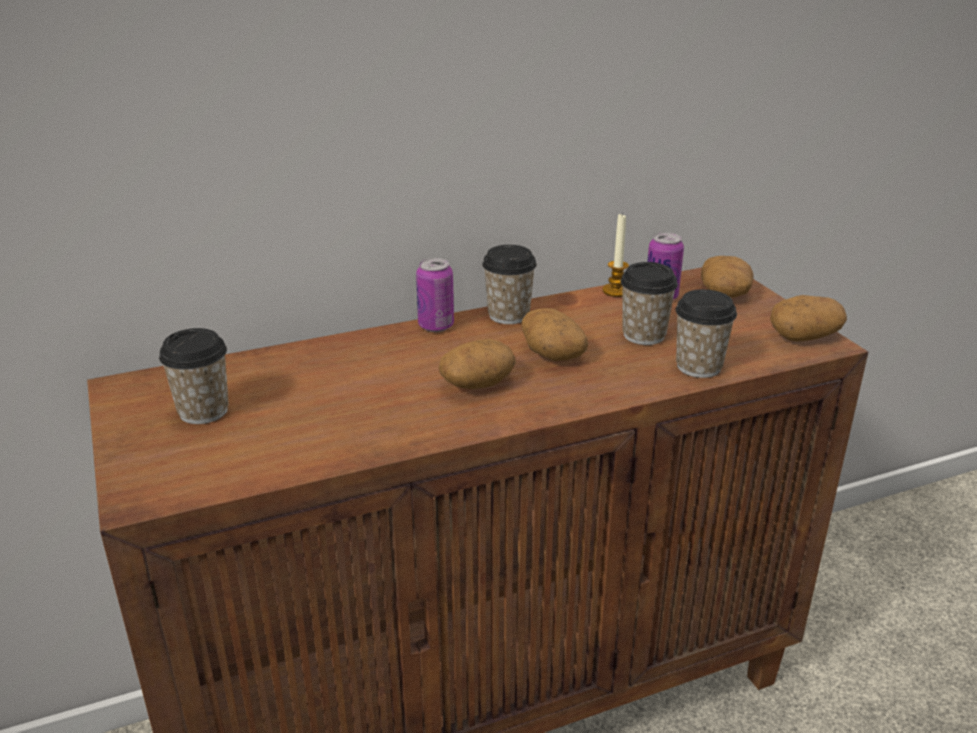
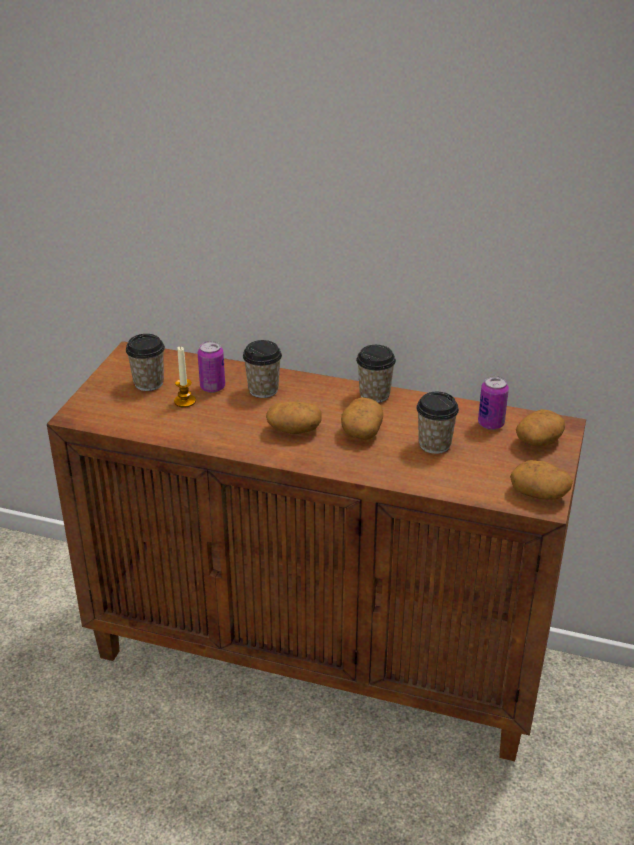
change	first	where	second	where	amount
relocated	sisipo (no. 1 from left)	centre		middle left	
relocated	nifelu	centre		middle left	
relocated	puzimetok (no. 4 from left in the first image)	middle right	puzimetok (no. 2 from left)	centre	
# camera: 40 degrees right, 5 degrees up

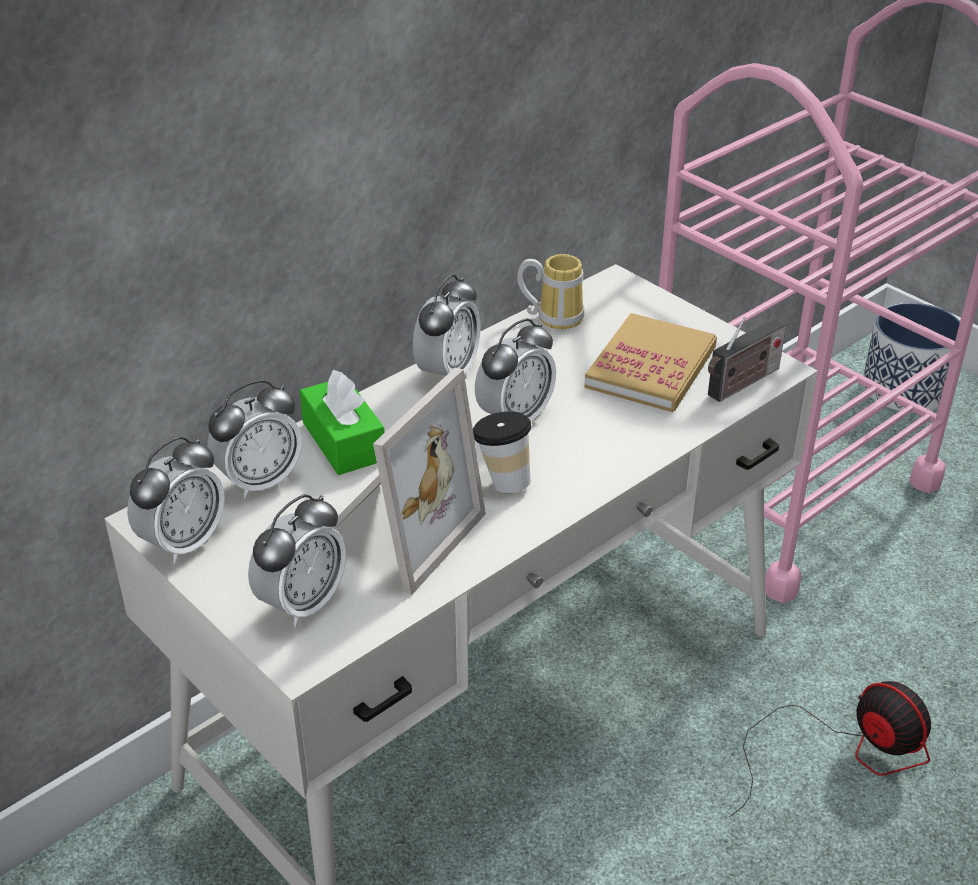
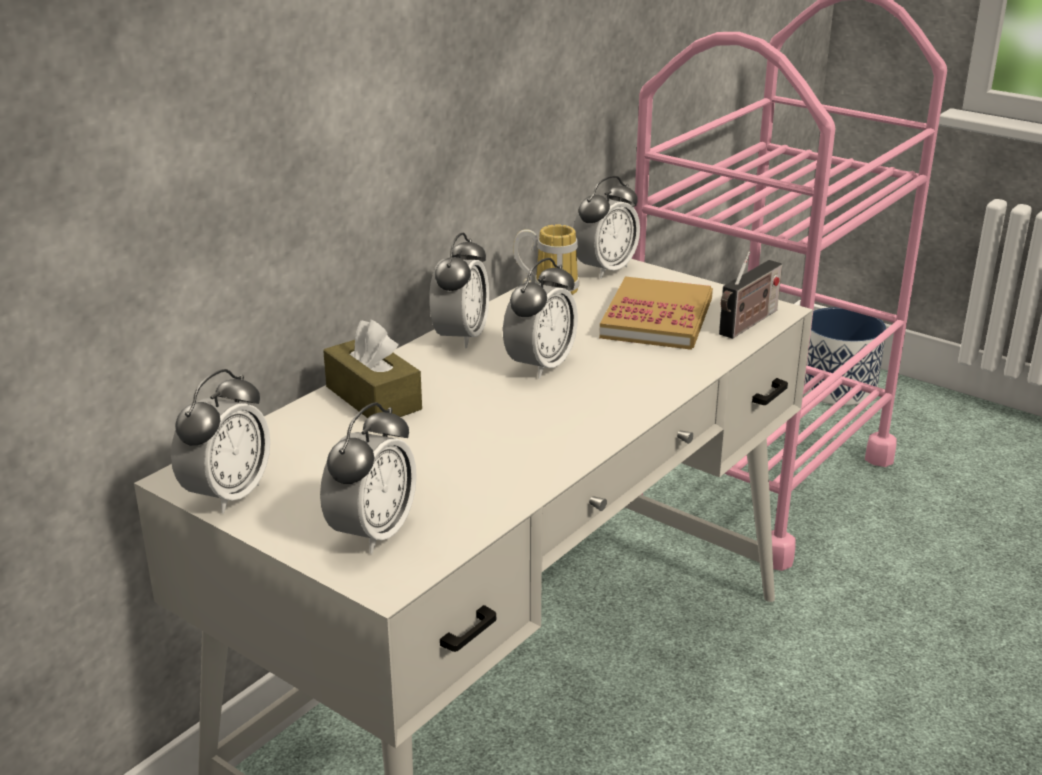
change	first	where	second	where	amount
relocated	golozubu (no. 2 from left in the first image)	middle left	golozubu (no. 5 from left)	top centre	
colour	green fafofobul	centre	brown fafofobul	centre	
missing	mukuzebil	centre			
missing	puzimetok	centre			
missing	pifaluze	bottom right			
# camera: 10 degrees left, 10 degrees down

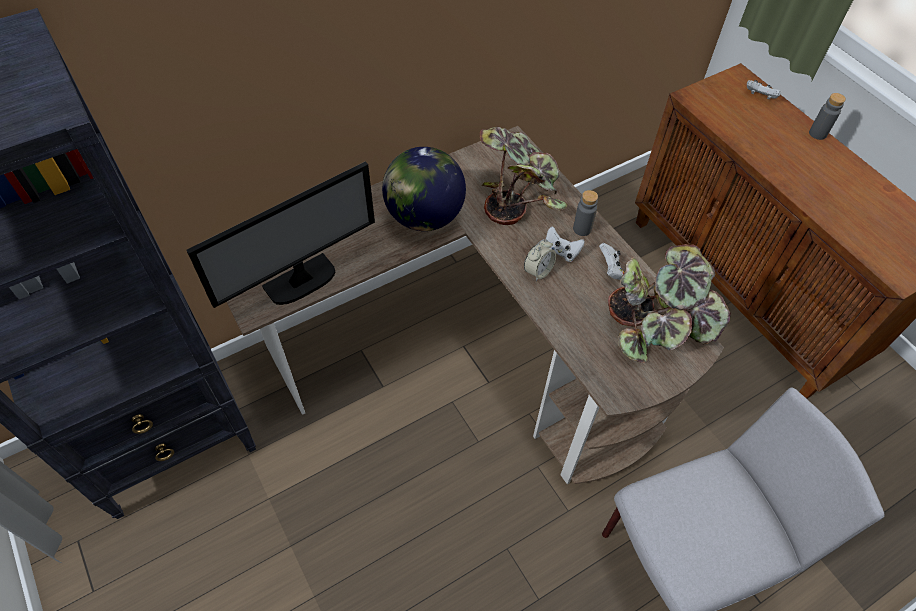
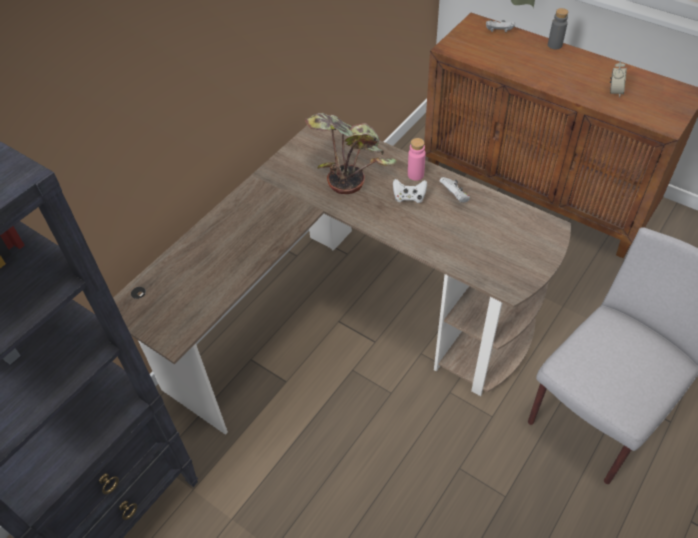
change	first	where	second	where	amount
missing	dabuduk	middle left			
missing	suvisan	top centre			
relocated	golozubu	centre		top right	
colour	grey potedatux (no. 1 from left)	centre	pink potedatux	top centre	
missing	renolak (no. 2 from left)	middle right			
# camera: 20 degrees left, 5 degrees down

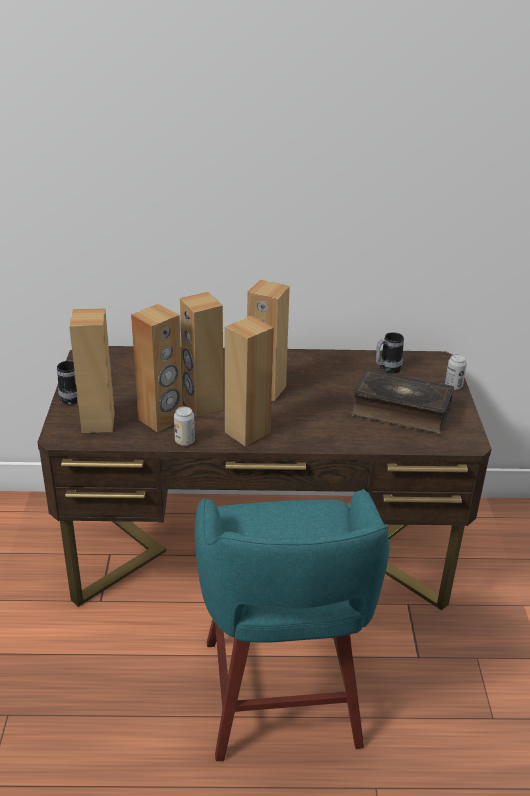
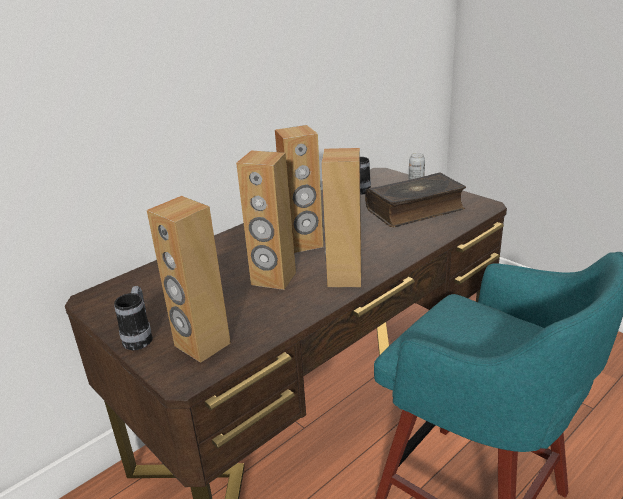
change	first	where	second	where	amount
missing	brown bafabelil (no. 2 from left)	middle left			
missing	sisipo (no. 1 from left)	centre			
# camera: 40 degrees left, 5 degrees down

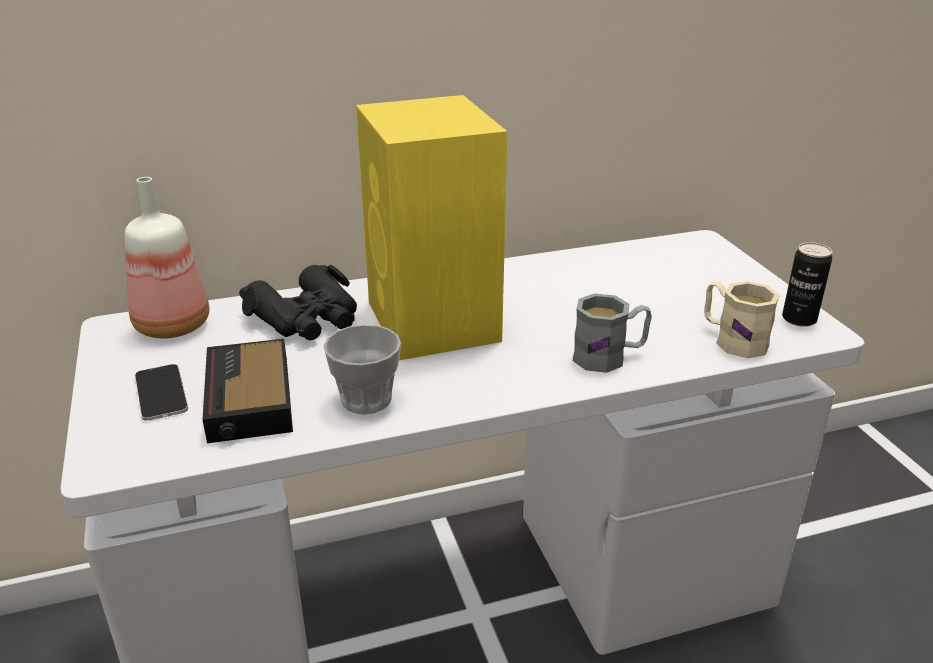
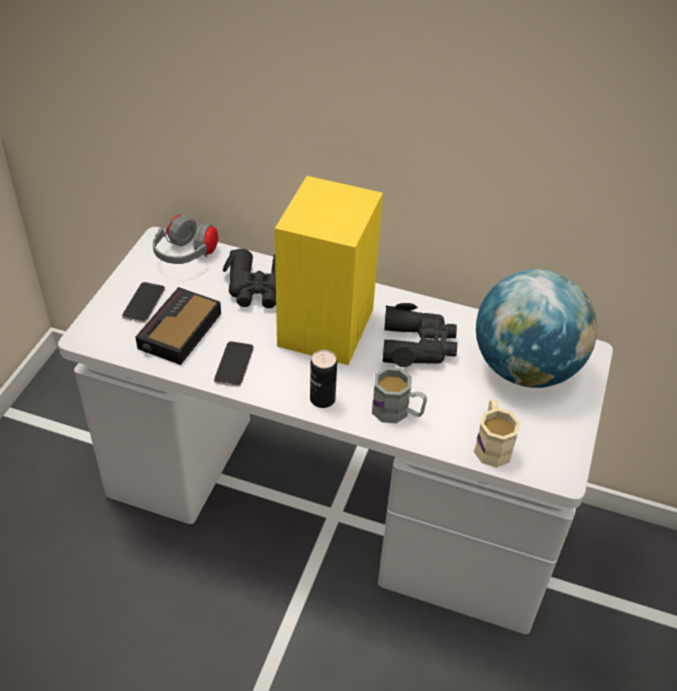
change	first	where	second	where	amount
exchanged	potedatux	middle left	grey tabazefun	middle left	
exchanged	puzimetok	centre	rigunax (no. 2 from left)	centre	
relocated	sisipo	middle right		centre	
appeared			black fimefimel (no. 2 from left)	centre	
appeared			suvisan	middle right	
# camera: 35 degrees right, 15 degrees up

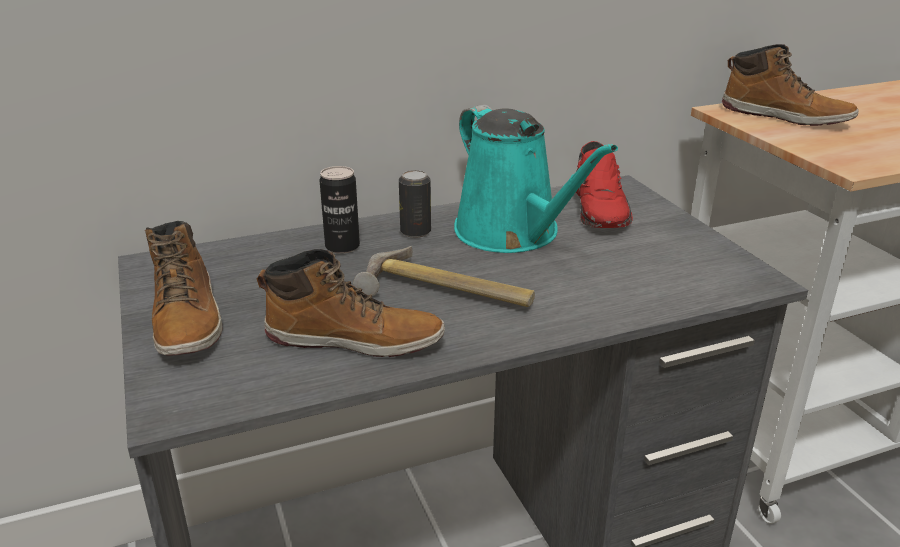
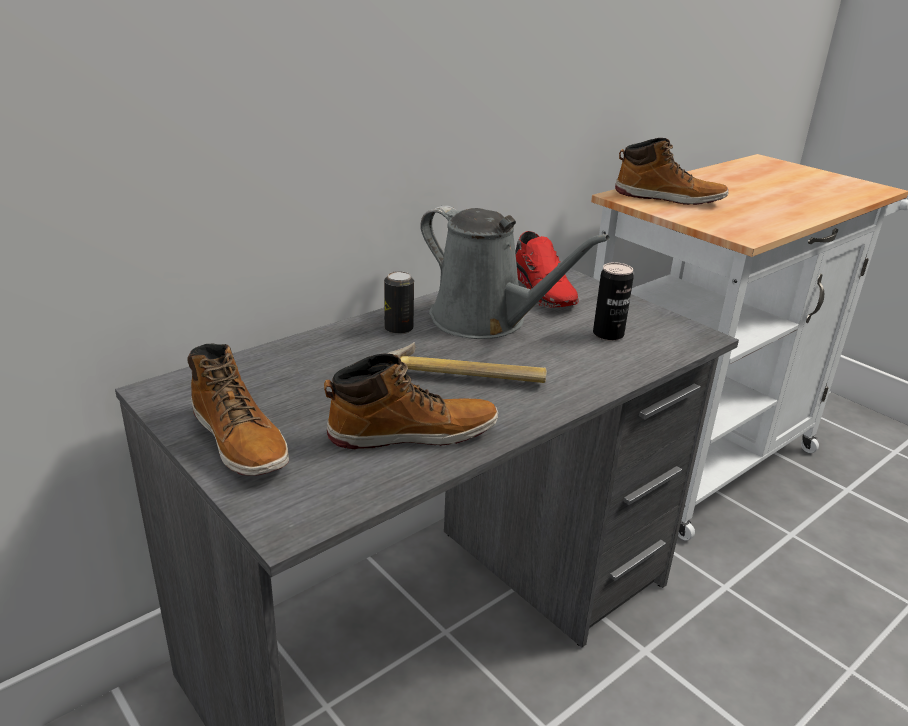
change	first	where	second	where	amount
relocated	sisipo (no. 1 from left in the first image)	centre	sisipo (no. 2 from left)	middle right	
colour	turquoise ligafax	top centre	grey ligafax	centre	
# camera: 20 degrees left, 0 degrees up

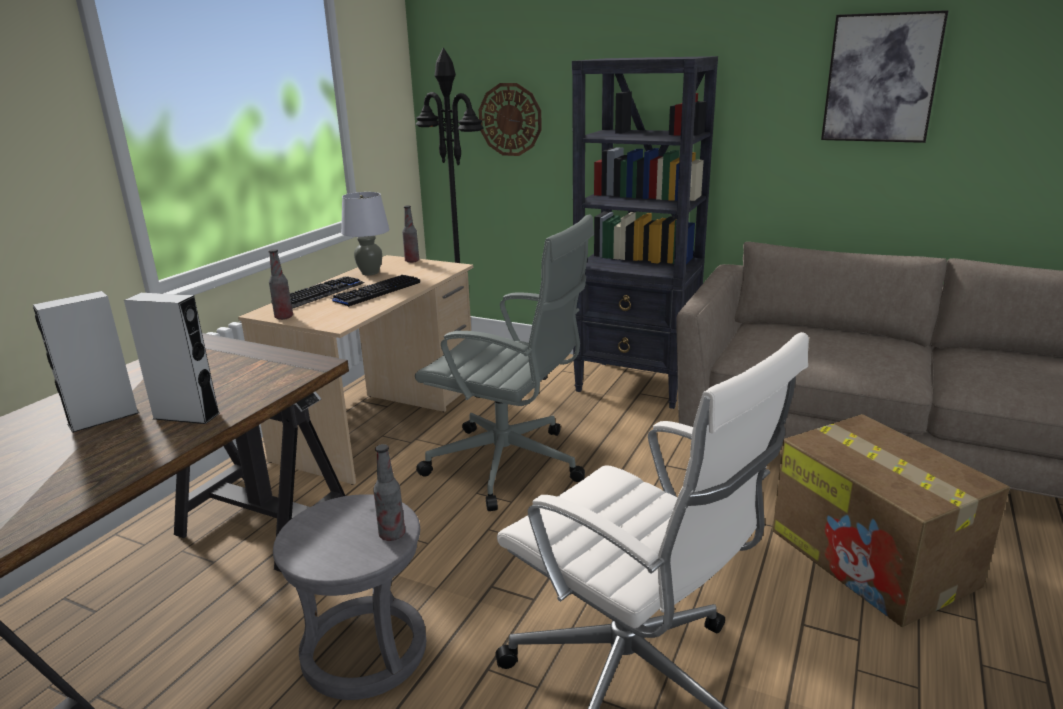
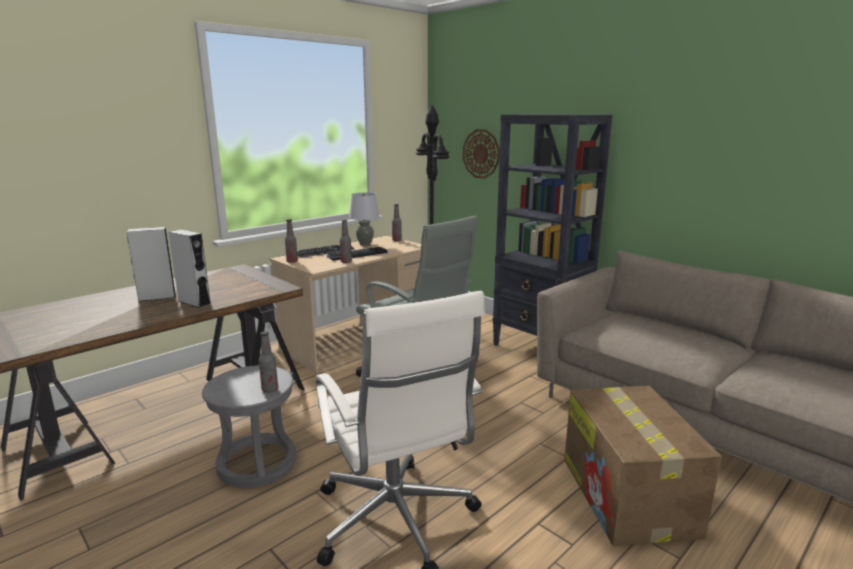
change	first	where	second	where	amount
missing	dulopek	top right			
appeared			potedatux (no. 3 from left)	centre	
# camera: 20 degrees right, 5 degrees down

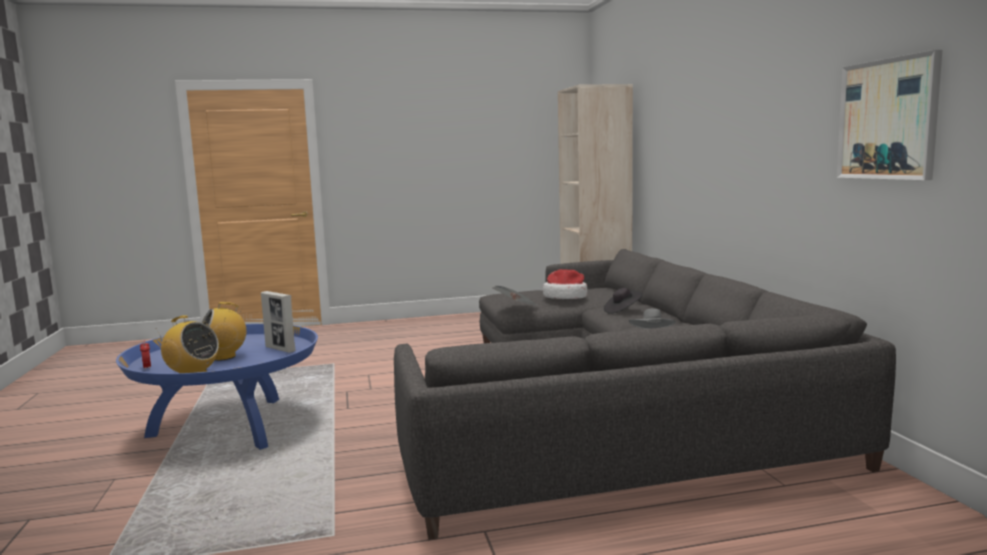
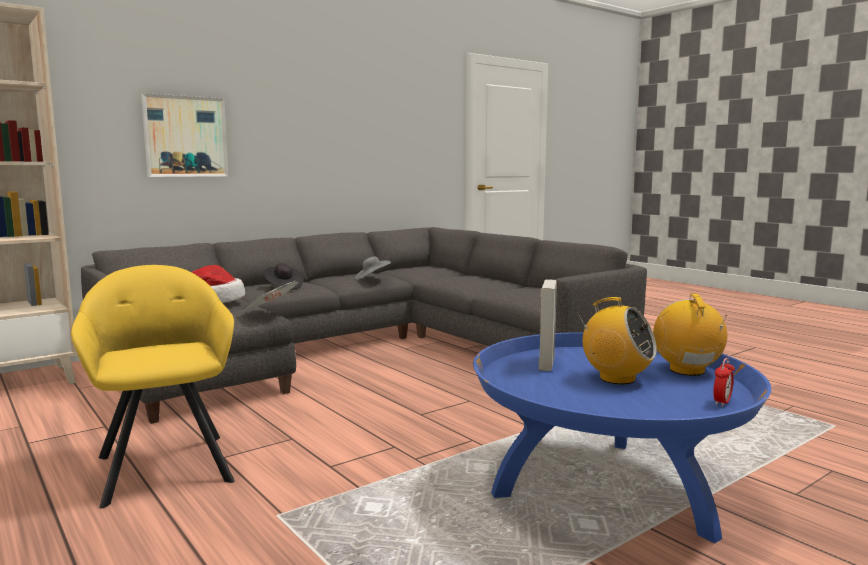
change	first	where	second	where	amount
relocated	dulopek	top right		top left	
appeared			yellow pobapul	bottom left	
# camera: 115 degrees left, 0 degrees up

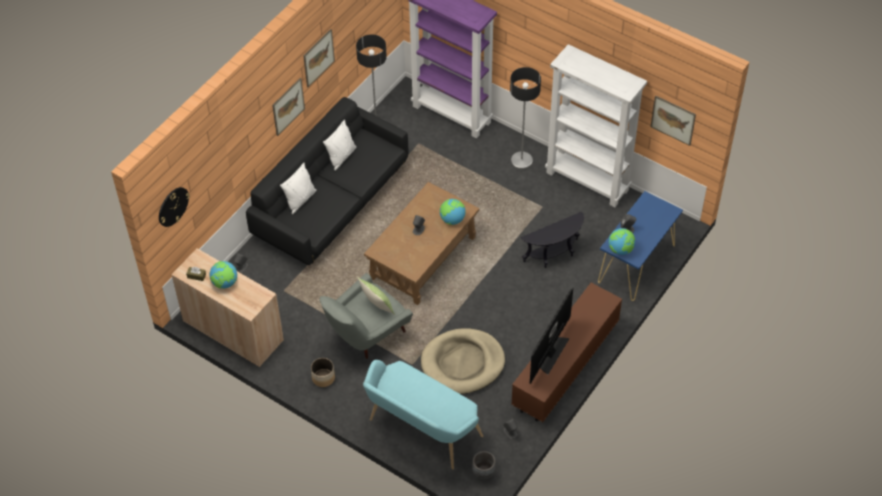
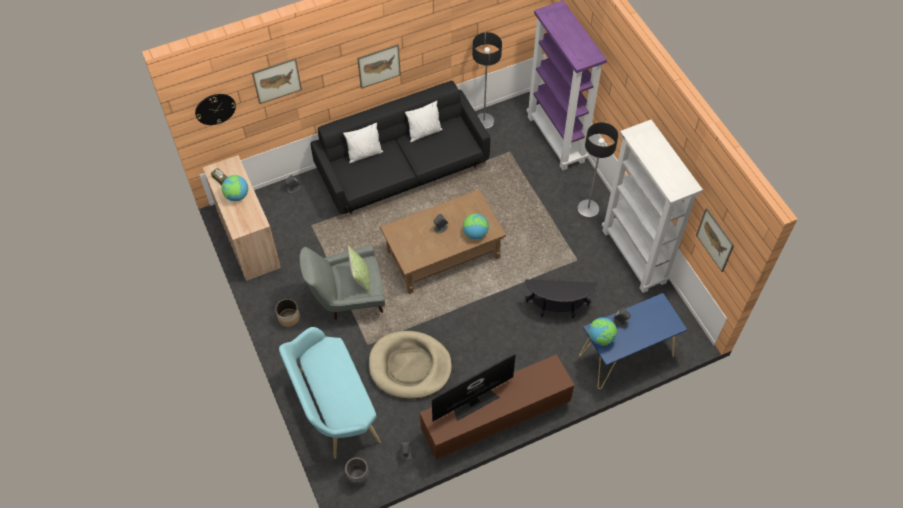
change	first	where	second	where	amount
relocated	dulopek (no. 2 from left in the first image)	top centre	dulopek (no. 1 from left)	top left	
# camera: 30 degrees right, 5 degrees up

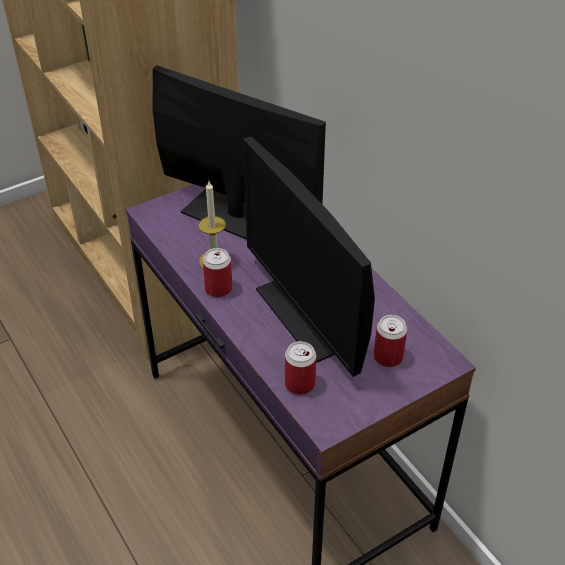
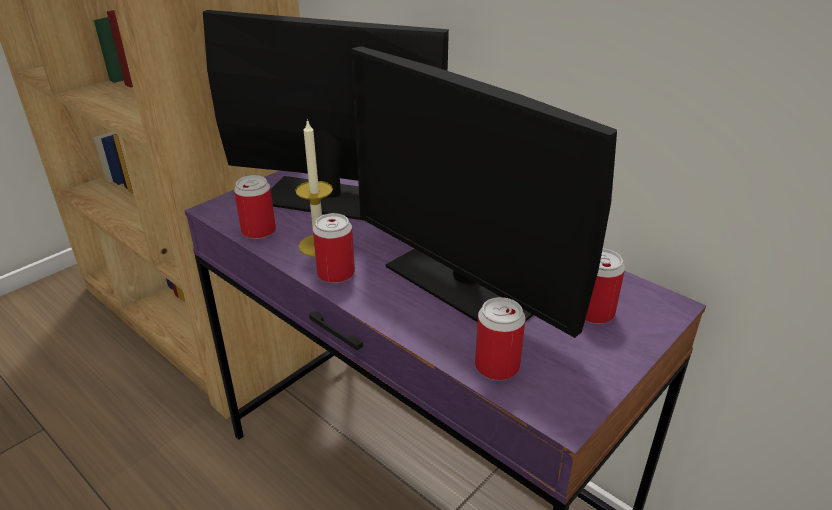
change	first	where	second	where	amount
appeared			sisipo (no. 1 from left)	middle left	
# camera: 15 degrees left, 10 degrees down

